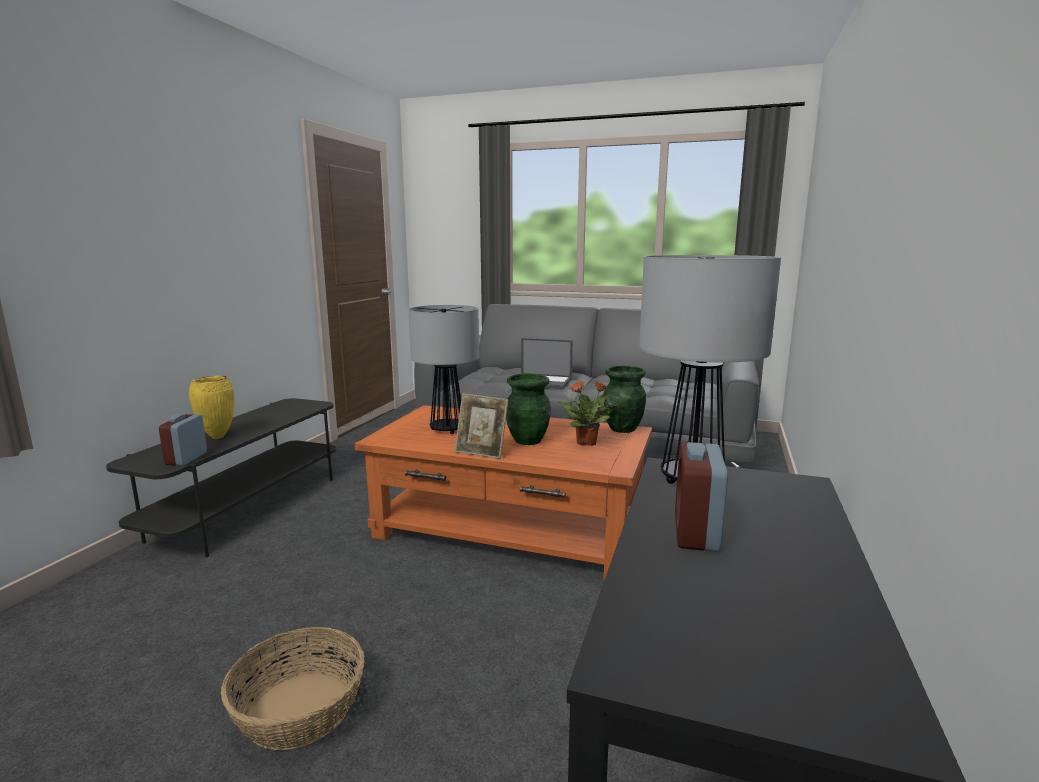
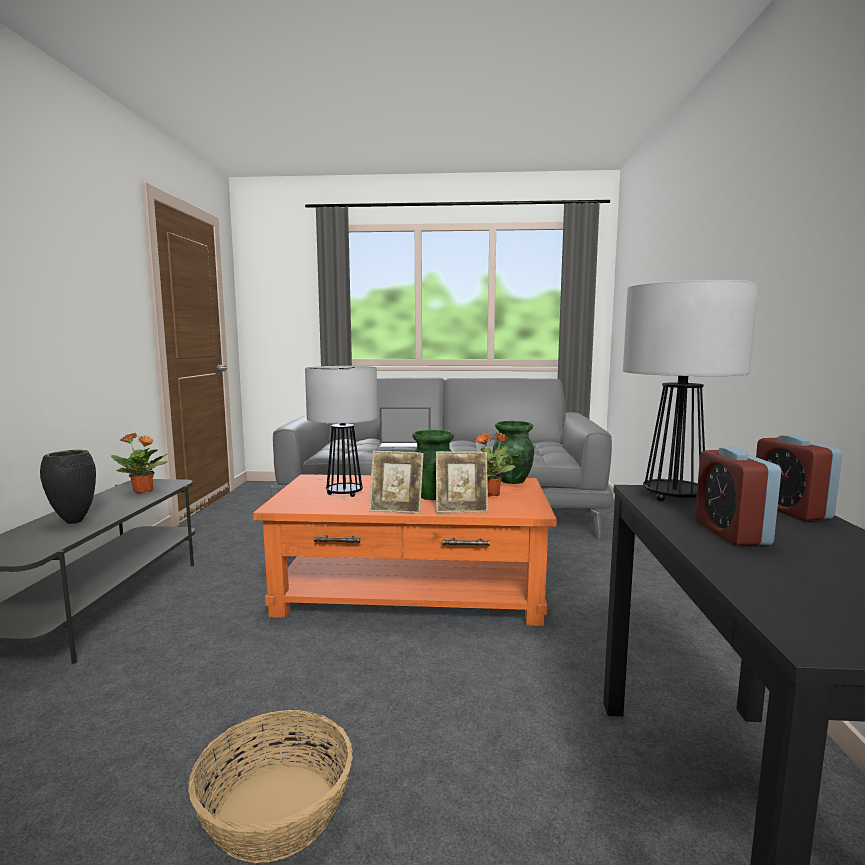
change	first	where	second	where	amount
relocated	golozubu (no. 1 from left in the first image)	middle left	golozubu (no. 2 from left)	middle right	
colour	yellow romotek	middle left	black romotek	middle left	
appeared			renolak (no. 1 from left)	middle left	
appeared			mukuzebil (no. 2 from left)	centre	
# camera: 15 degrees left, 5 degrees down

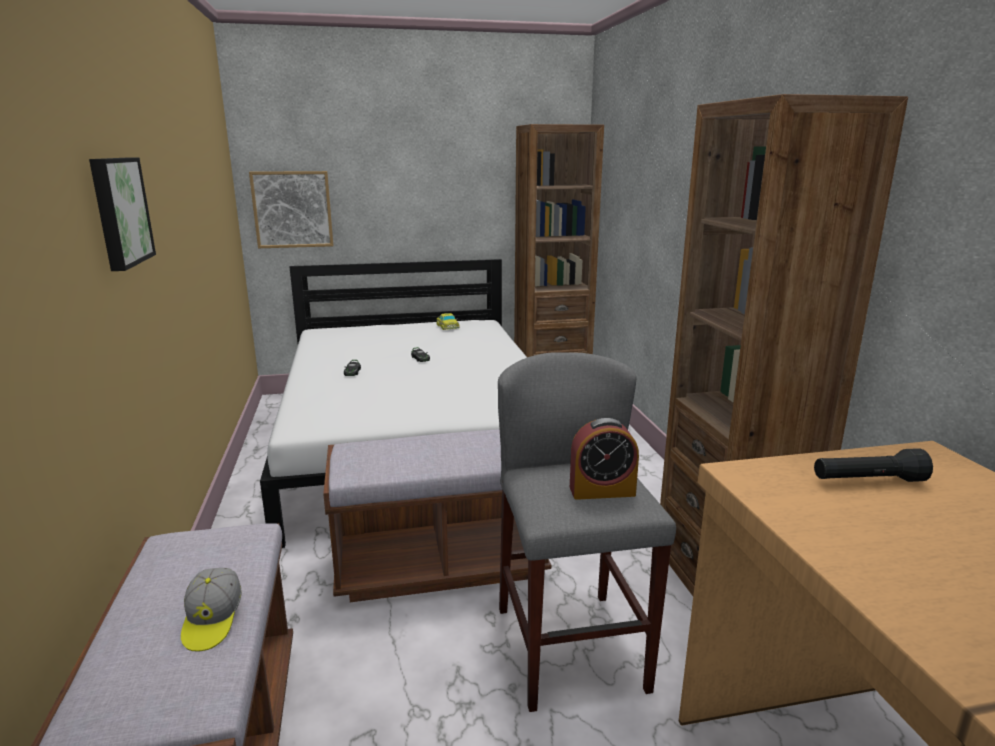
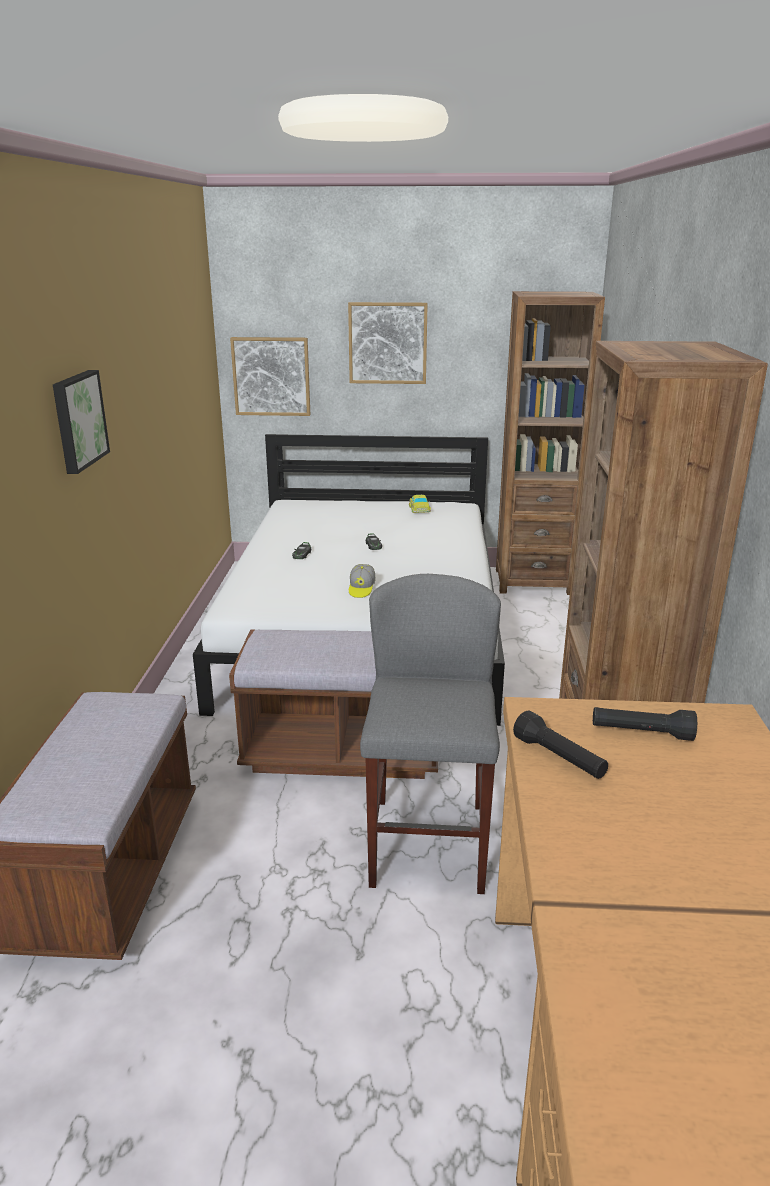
change	first	where	second	where	amount
relocated	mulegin	bottom left		centre	
missing	golozubu	centre			
appeared			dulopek (no. 3 from left)	top centre	
appeared			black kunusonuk (no. 1 from left)	middle right	
# camera: 15 degrees right, 5 degrees up

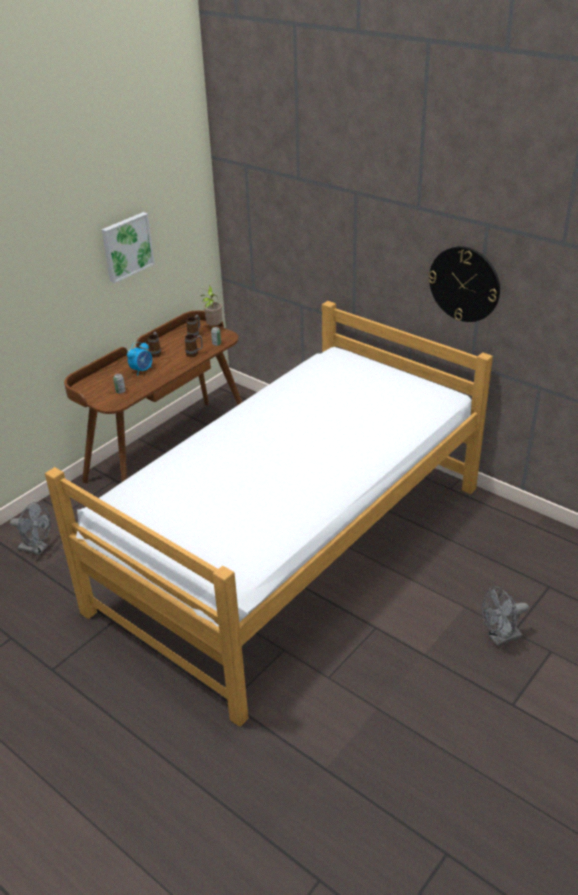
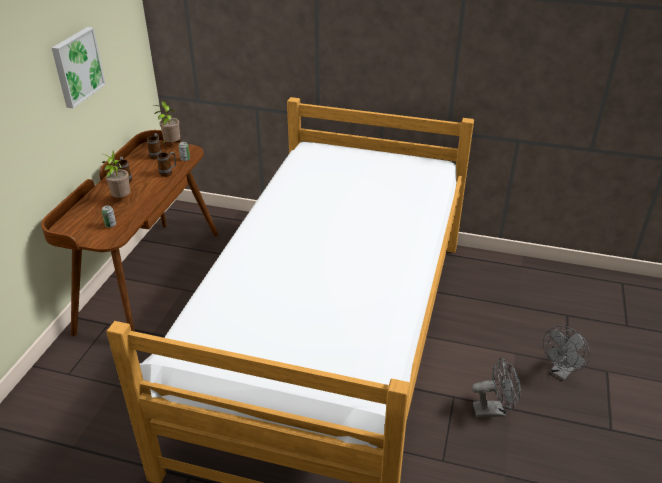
change	first	where	second	where	amount
relocated	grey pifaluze (no. 1 from left)	middle left		bottom right	
exchanged	golozubu	middle left	renolak (no. 1 from left)	middle left	
missing	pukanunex	top right			
# camera: 25 degrees left, 0 degrees up

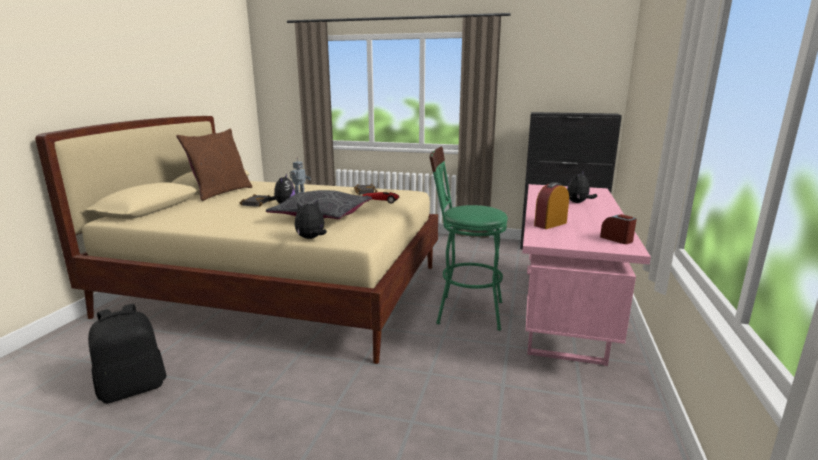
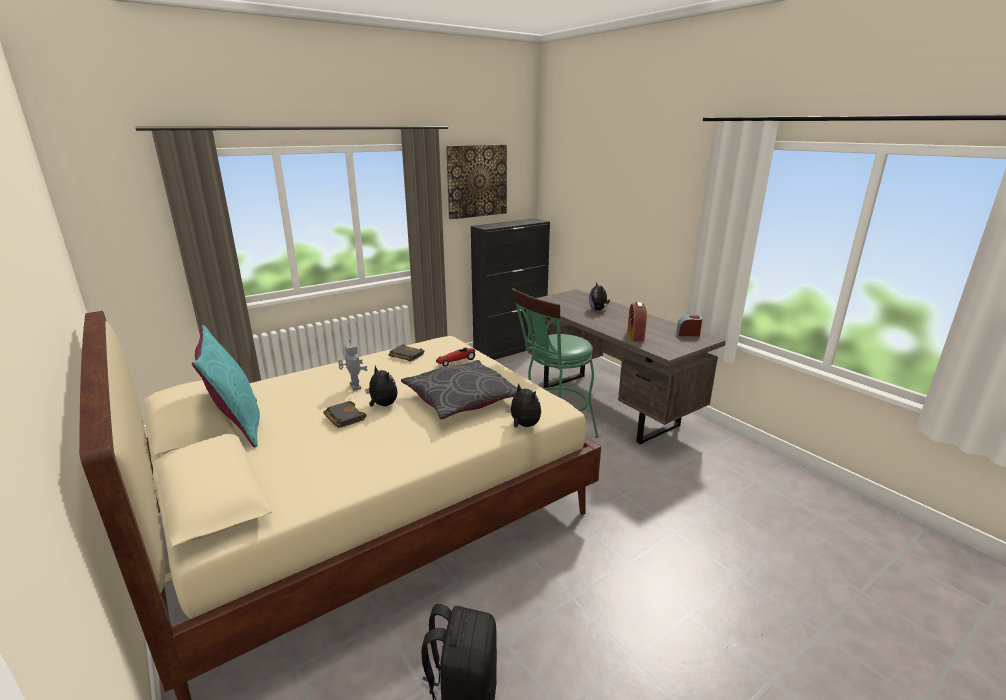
change	first	where	second	where	amount
colour	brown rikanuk	middle left	turquoise rikanuk	middle left	
spun	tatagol (no. 2 from left)	centre		centre	135 degrees clockwise
colour	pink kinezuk	middle right	brown kinezuk	centre	
appeared			dulopek	top centre	
# camera: 50 degrees left, 5 degrees up

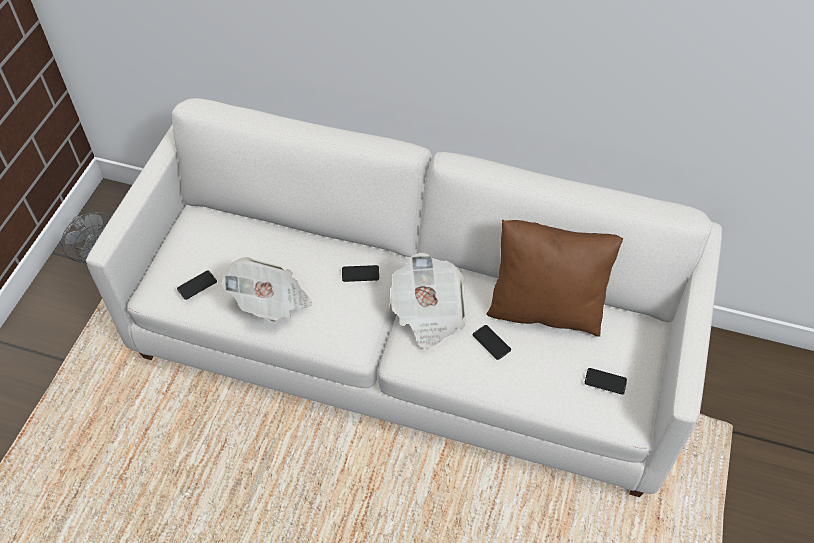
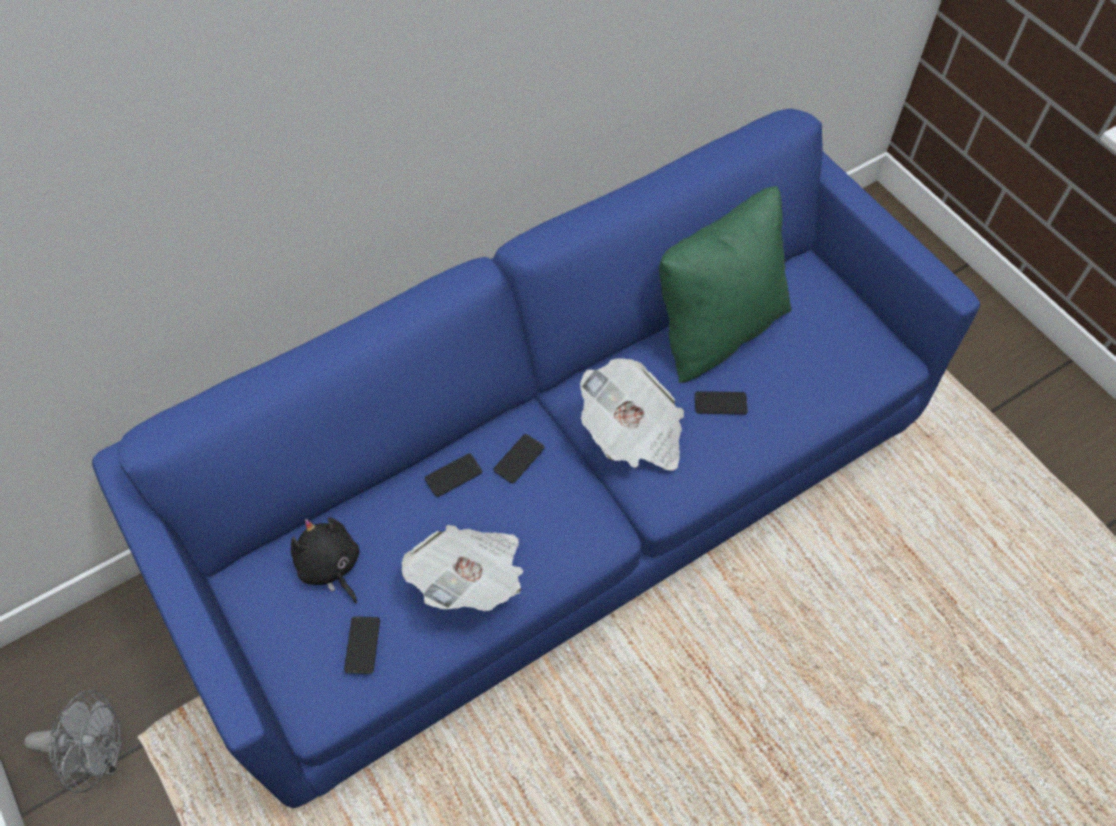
change	first	where	second	where	amount
colour	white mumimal	centre	blue mumimal	centre	
colour	brown rikanuk	middle right	green rikanuk	centre	
relocated	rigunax (no. 4 from left in the first image)	bottom right	rigunax (no. 2 from left)	centre	
appeared			black tatagol	bottom left	
# camera: 50 degrees left, 5 degrees up

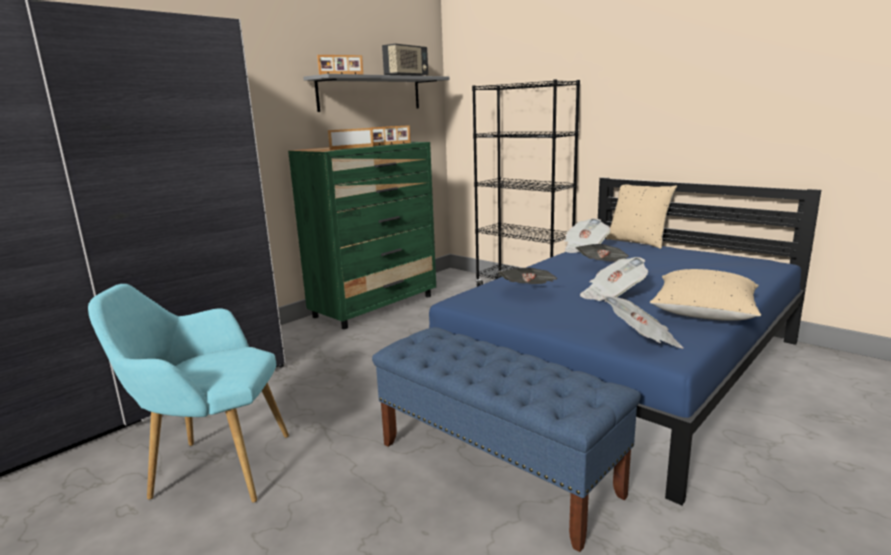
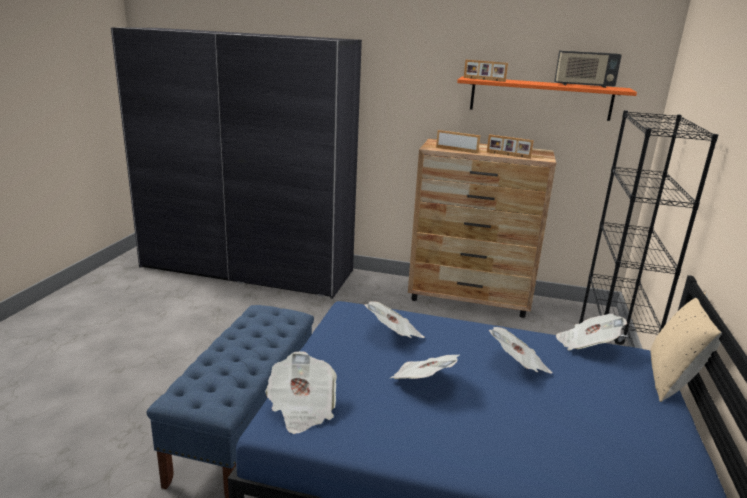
change	first	where	second	where	amount
missing	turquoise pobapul	bottom left			
colour	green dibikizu	centre	brown dibikizu	centre	
colour	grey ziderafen	top centre	orange ziderafen	top right	
missing	beige rikanuk (no. 2 from left)	middle right			
# camera: 60 degrees right, 5 degrees up

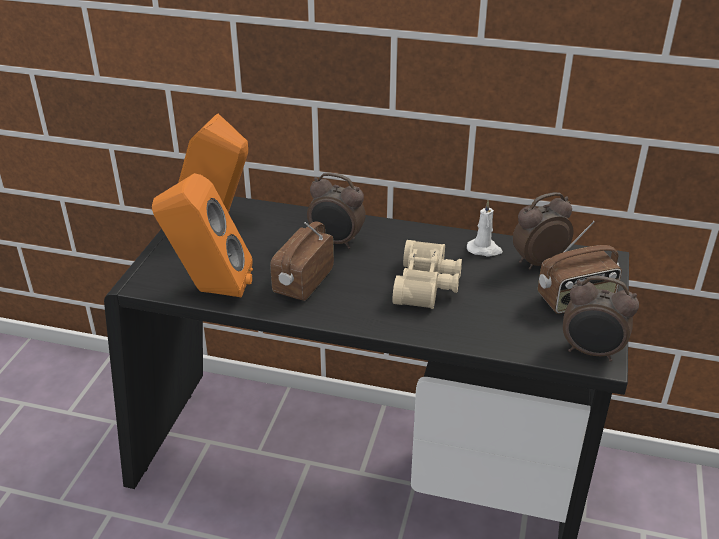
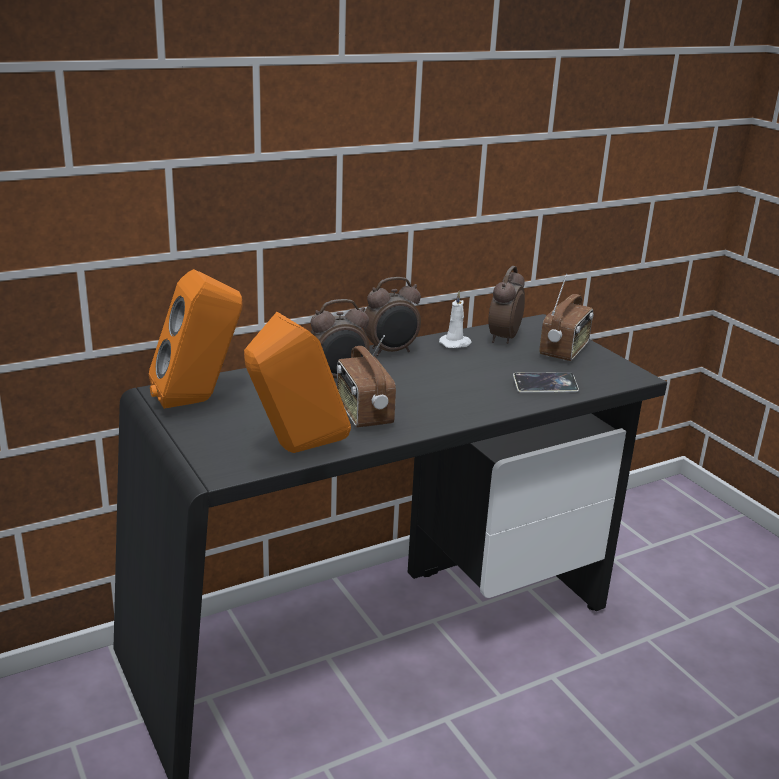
change	first	where	second	where	amount
missing	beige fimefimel	centre			
relocated	golozubu (no. 3 from left in the first image)	middle right	golozubu (no. 2 from left)	centre	
appeared			rigunax	middle right	
# camera: 45 degrees left, 10 degrees down

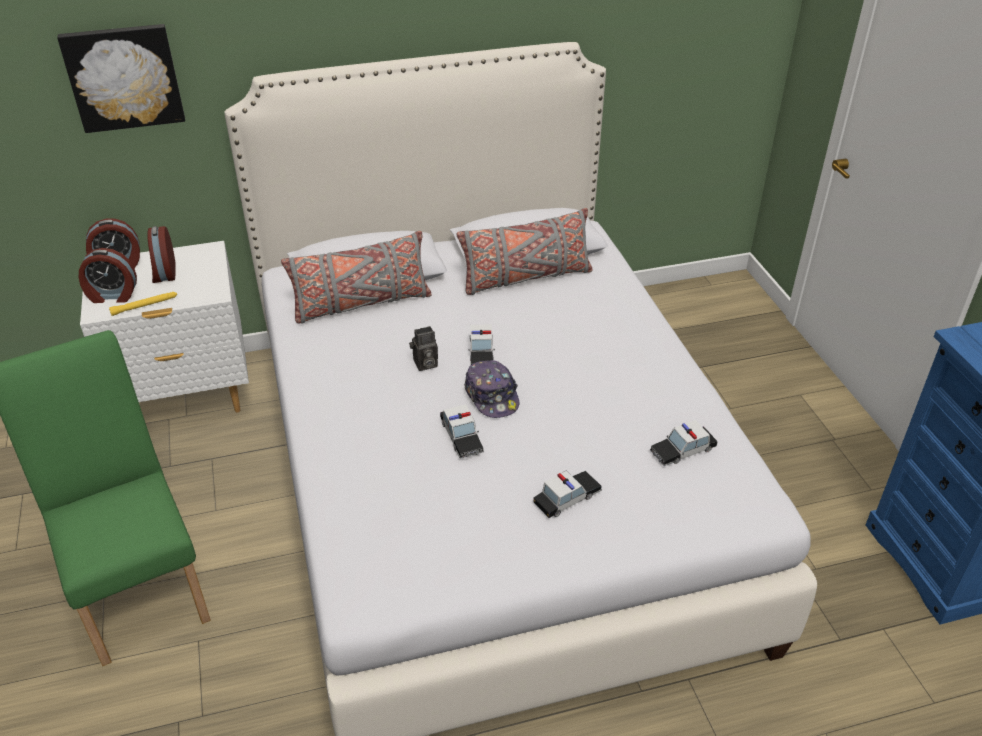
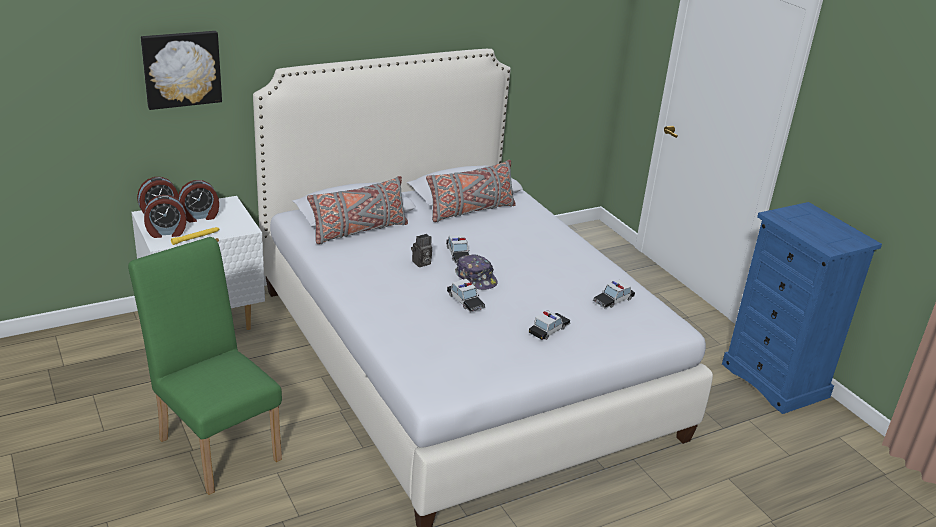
change	first	where	second	where	amount
spun	golozubu (no. 3 from left)	middle left		middle left	90 degrees counterclockwise
# camera: 15 degrees left, 10 degrees down

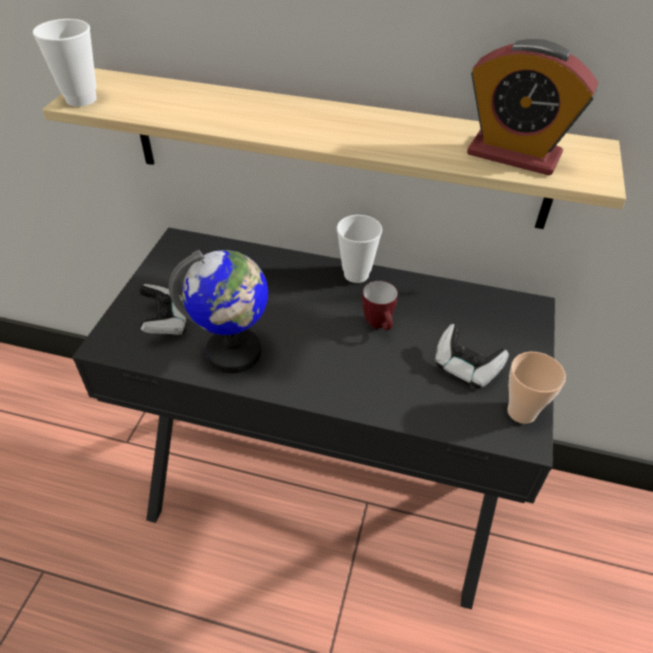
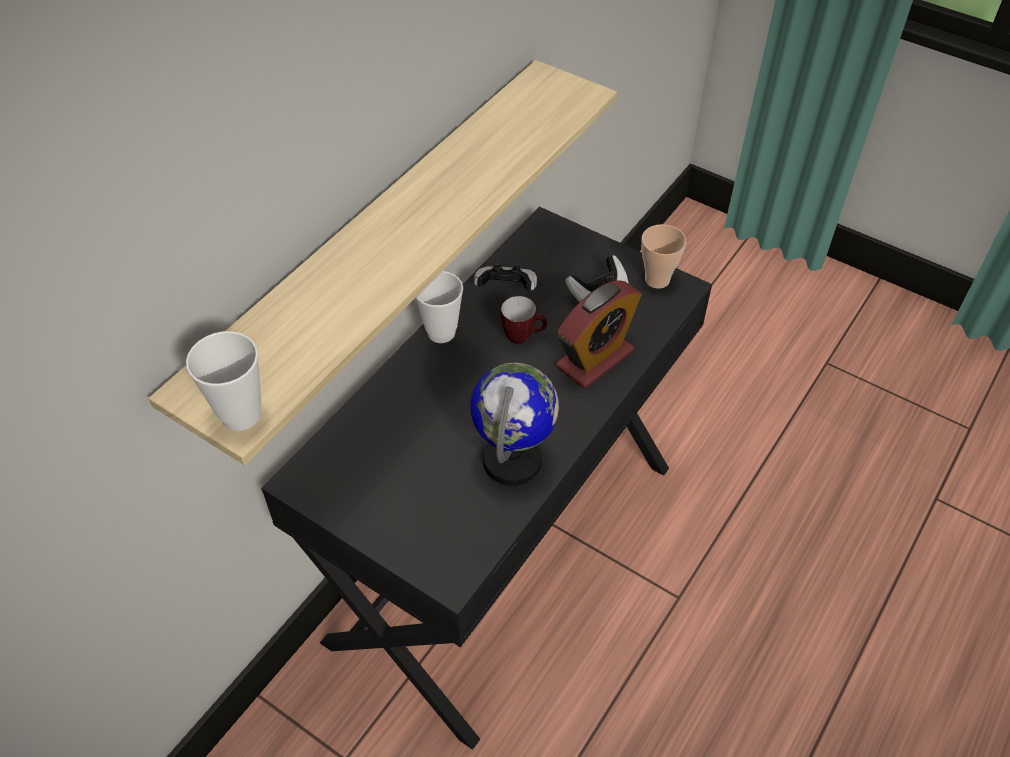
change	first	where	second	where	amount
relocated	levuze (no. 1 from left)	middle left		centre	
relocated	golozubu	top right		centre	
# camera: 70 degrees left, 5 degrees up

